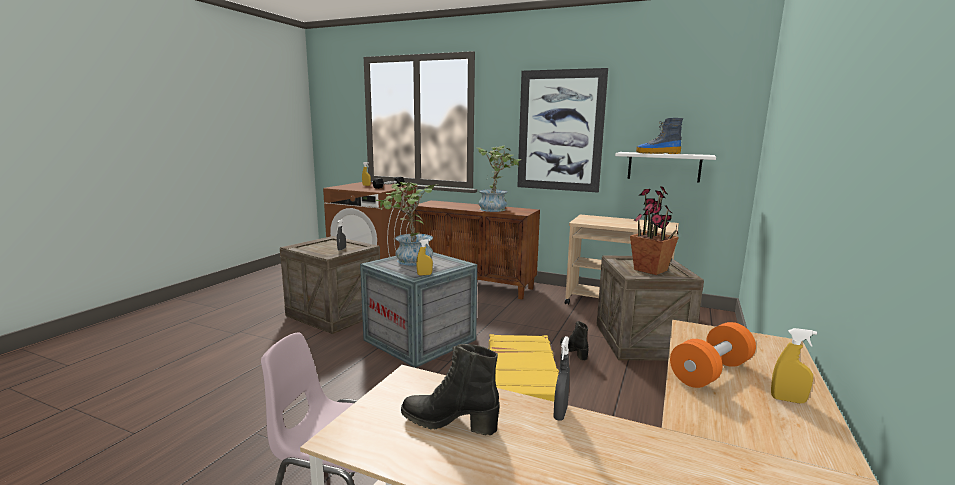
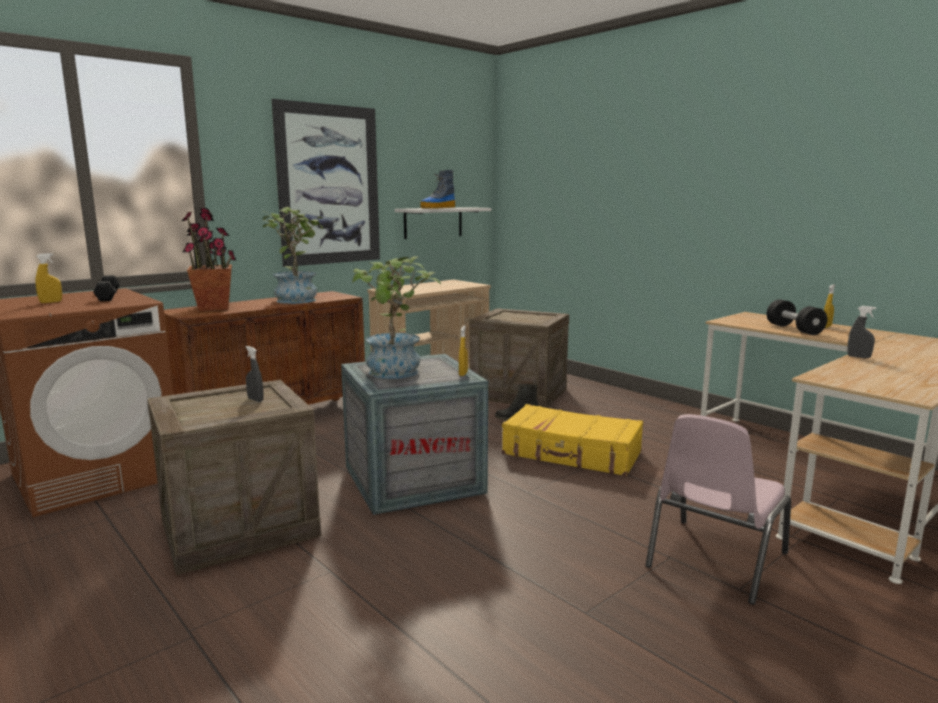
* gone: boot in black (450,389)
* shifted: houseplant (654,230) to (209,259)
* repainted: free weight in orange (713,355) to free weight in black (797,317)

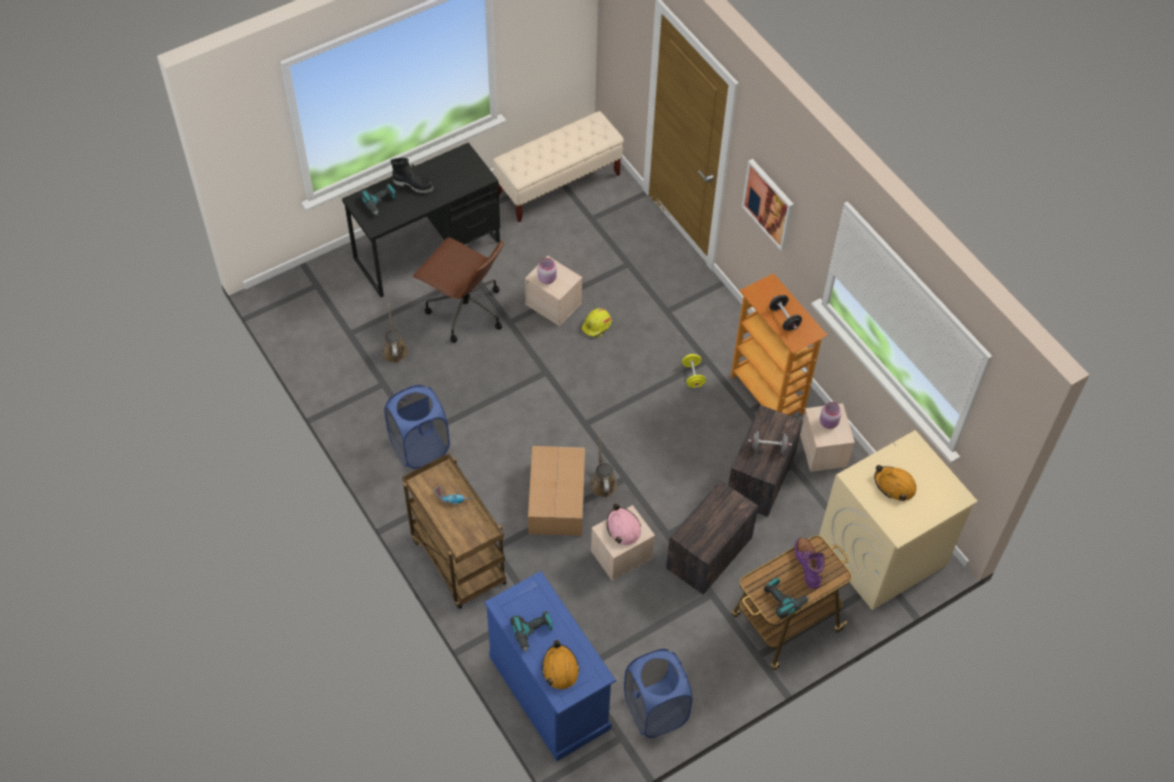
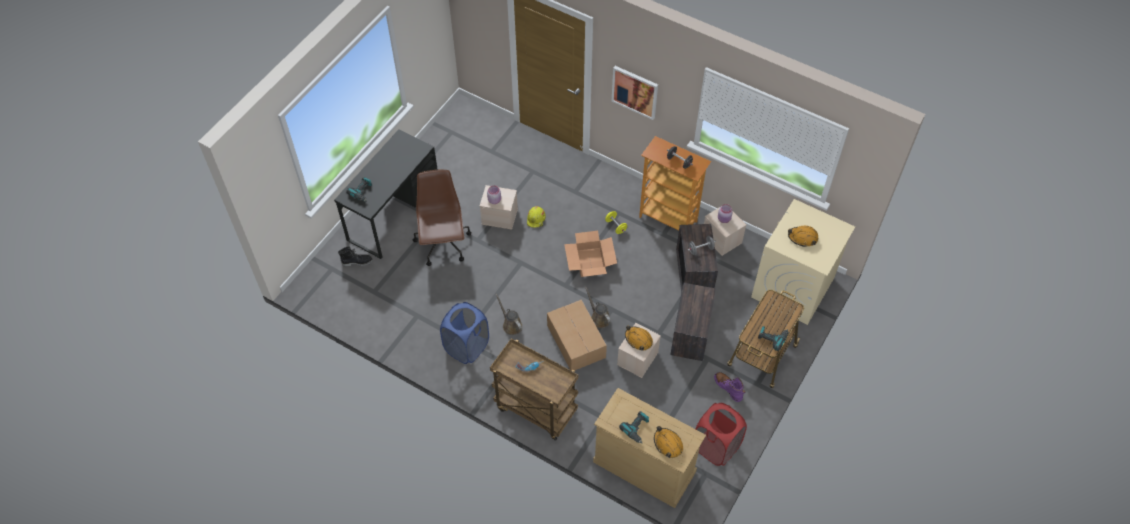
* gone: indoor bench in beige (558,166)
* new: carton (590,254)
* shifted: watering can in brown (395,333) to (508,314)
* shifted: boot in black (412,175) to (355,256)
* shifted: boot in purple-coloured (809,563) to (729,387)
* repainted: dresser in blue (550,666) to dresser in beige (649,448)
* repainted: hard hat in pinkish (624,524) to hard hat in orange (639,338)
* repainted: hamper in blue (658,693) to hamper in red-coloured (721,434)
* rotated: office chair in brown (458,290) = (442,218) 105 degrees counterclockwise

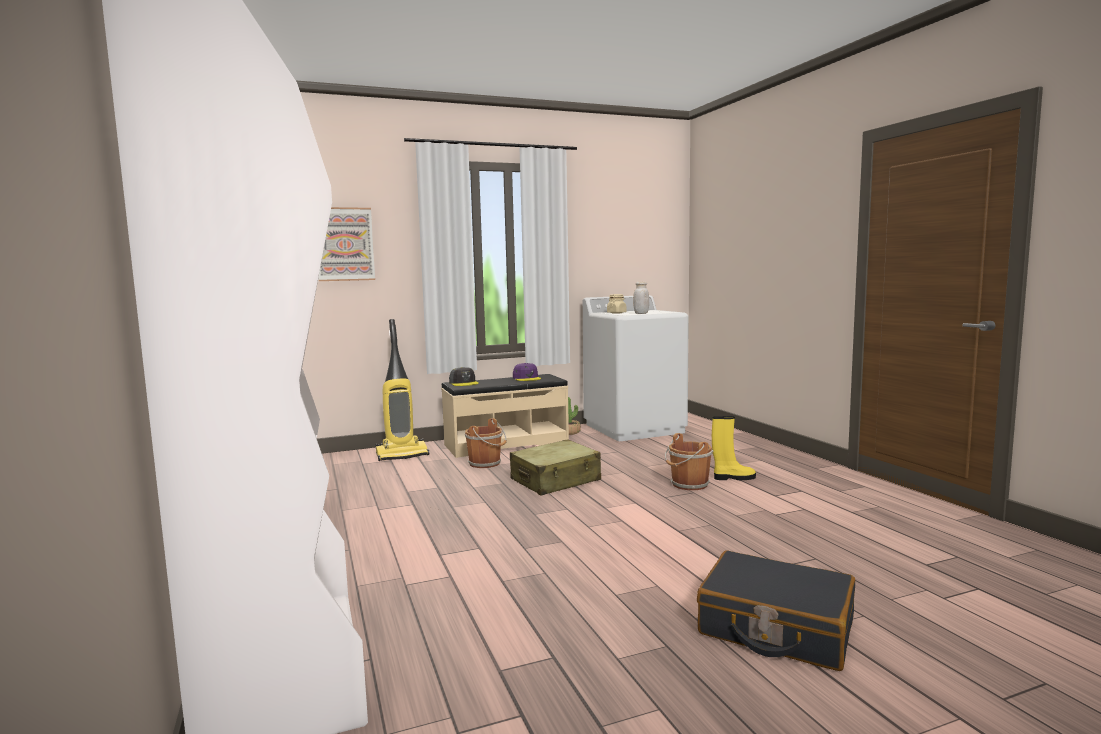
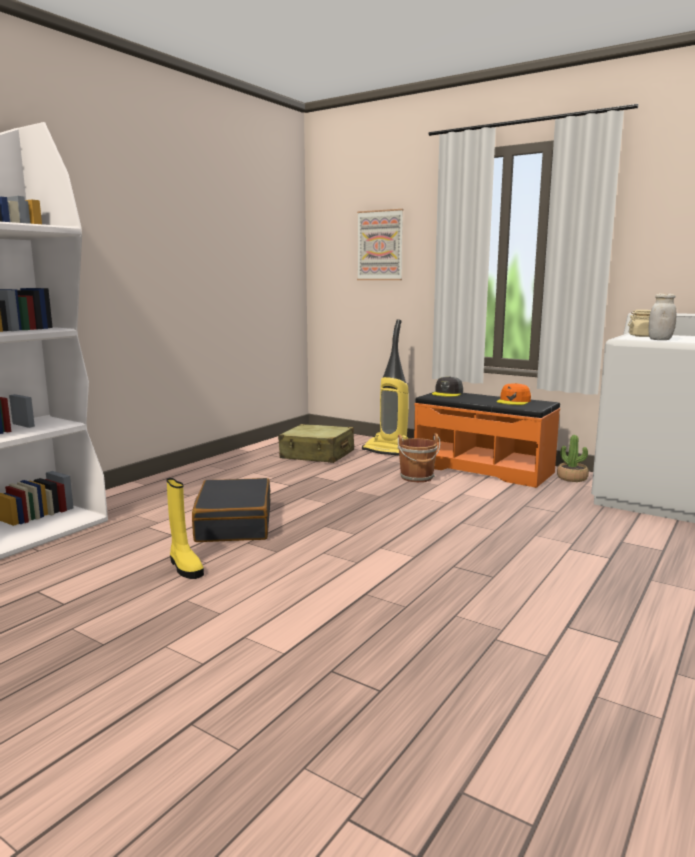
* gone: water bucket in brown (689,461)
* shifted: piece of luggage in beige (555,467) to (316,443)
* shifted: piece of luggage in black (776,610) to (231,510)
* shifted: boot in yellow-coloured (734,448) to (185,528)
* repainted: indoor bench in beige (505,416) to indoor bench in orange (487,440)
* repainted: baseball cap in purple-coloured (527,372) to baseball cap in orange (514,394)

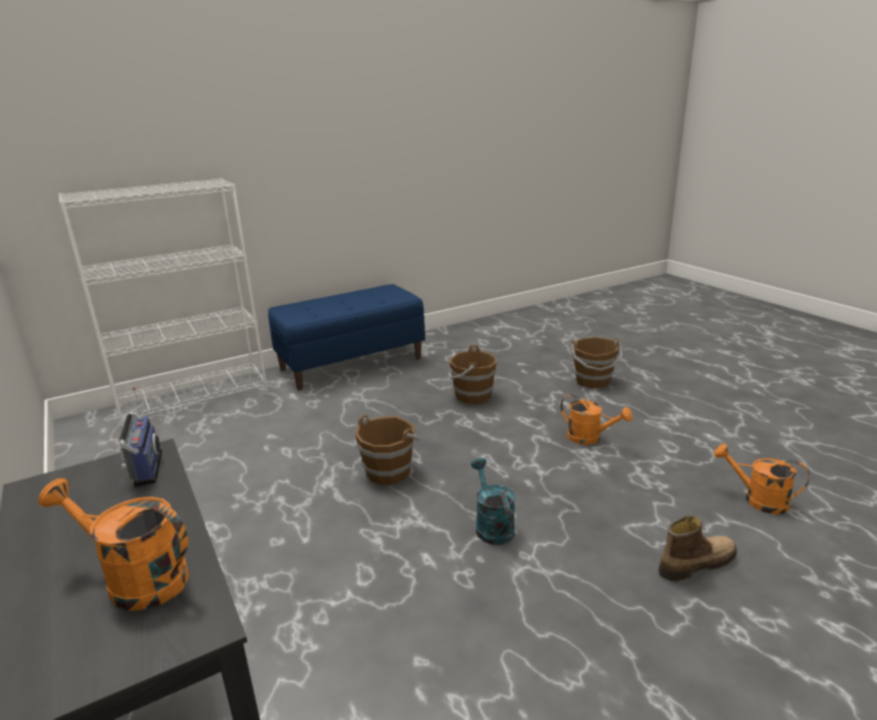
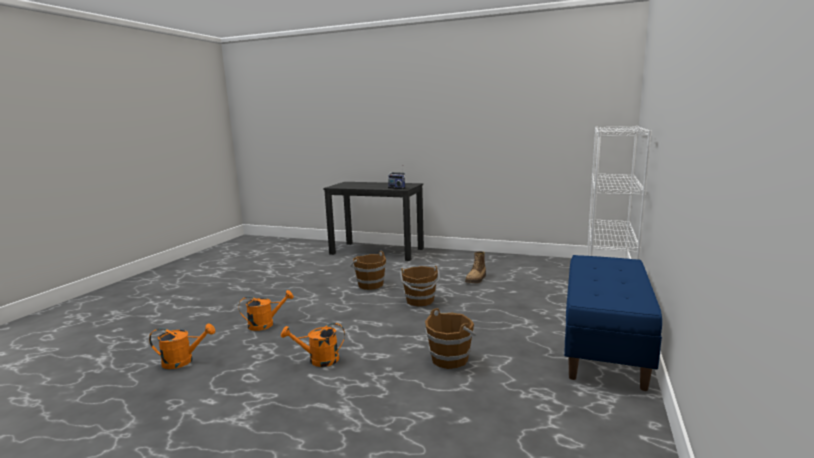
* gone: watering can in turquoise-coloured (493,501)
* shifted: watering can in orange (113,544) to (266,310)
* shifted: water bucket in brown (597,362) to (368,270)
* shifted: boot (698,548) to (475,267)

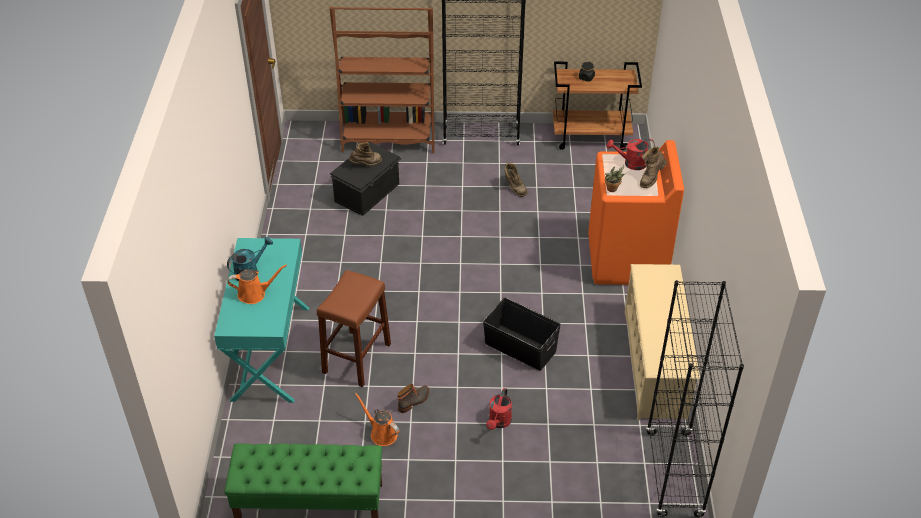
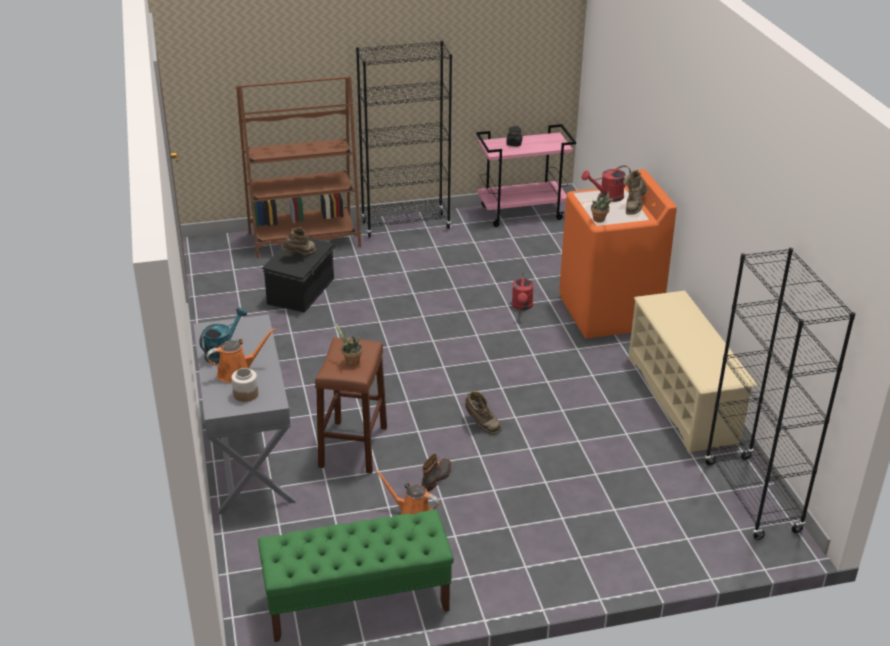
* gone: storage container in black (522,334)
* new: storage jar (244,385)
* new: houseplant (348,343)
* shifted: watering can in red-coloured (499,409) to (523,291)
* shifted: boot in brown (516,180) to (483,412)
* repainted: desk table in turquoise-coloured (261,320) to desk table in greyish (245,414)
* repainted: wheeled cart in brown (597,106) to wheeled cart in pinkish (526,175)

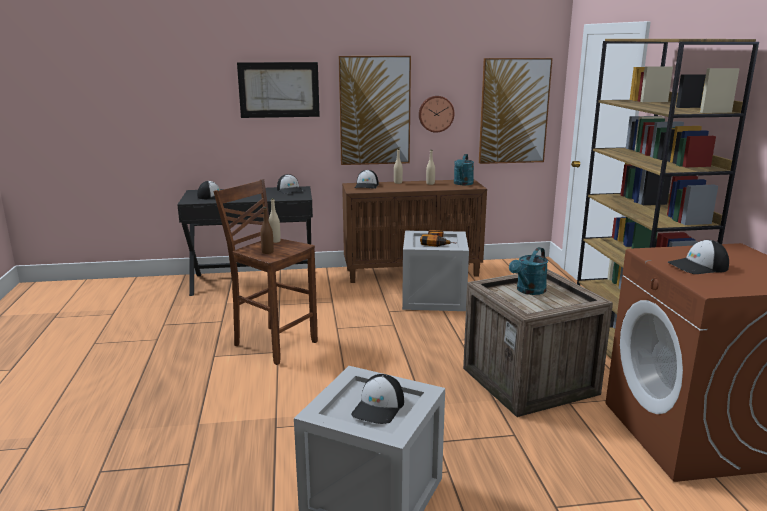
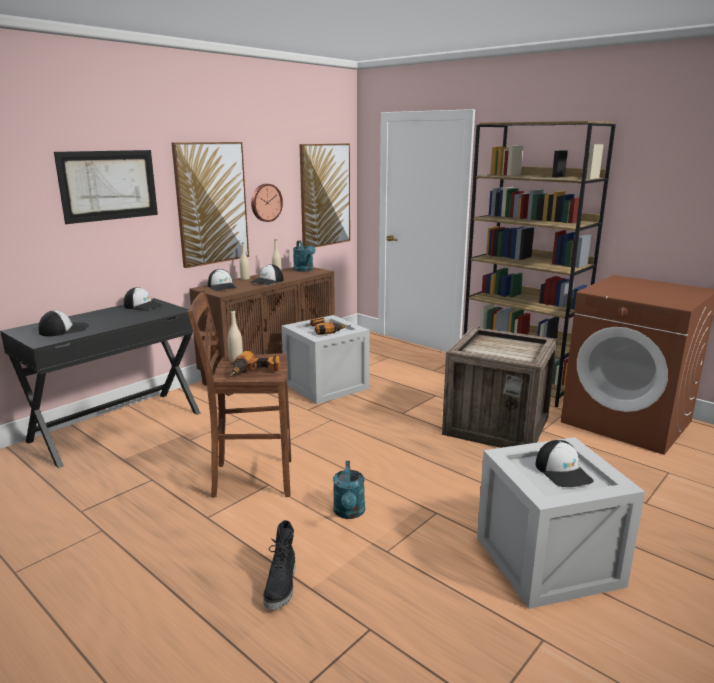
* new: boot in black (279,565)
* shifted: watering can in turquoise-coloured (528,271) to (349,490)
* shifted: baseball cap (698,257) to (267,274)
* swapped: beverage bottle in brown (267,230) to power drill (255,363)

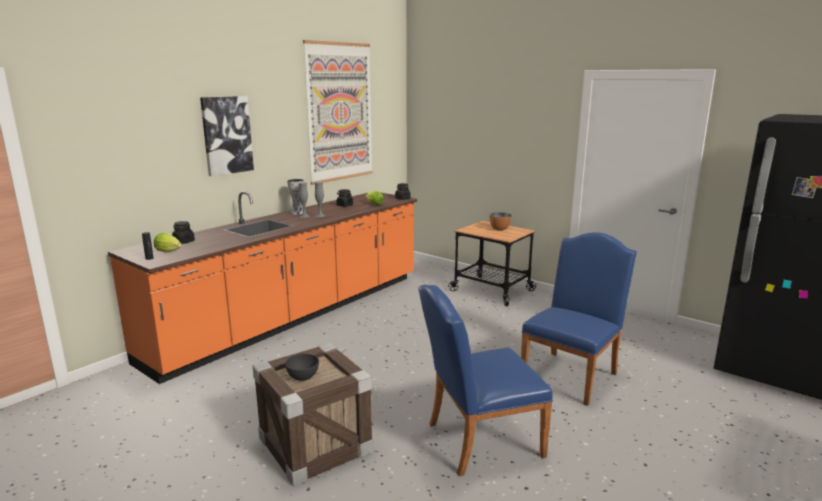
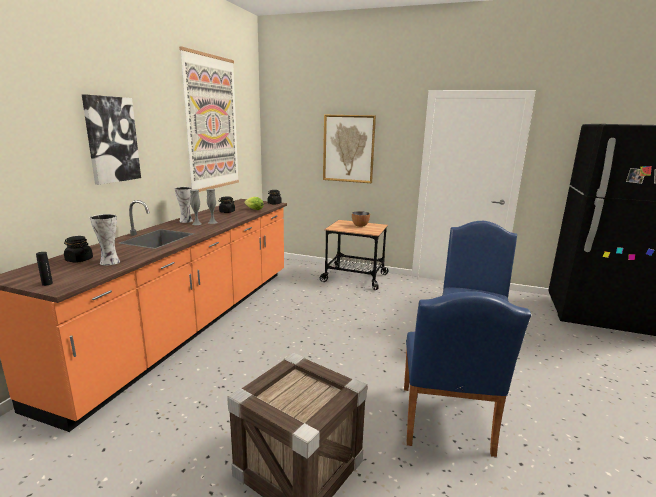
* gone: lettuce (168,243)
* gone: deep dish in greyish (302,367)
* new: decorative vase (105,240)
* new: wall picture (349,149)
* rotated: plain chair in blue (485,380) = (467,374) 45 degrees counterclockwise

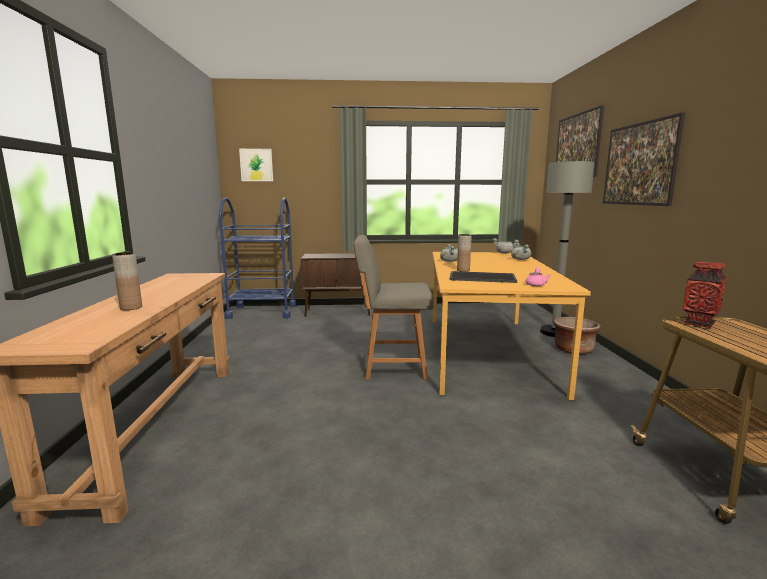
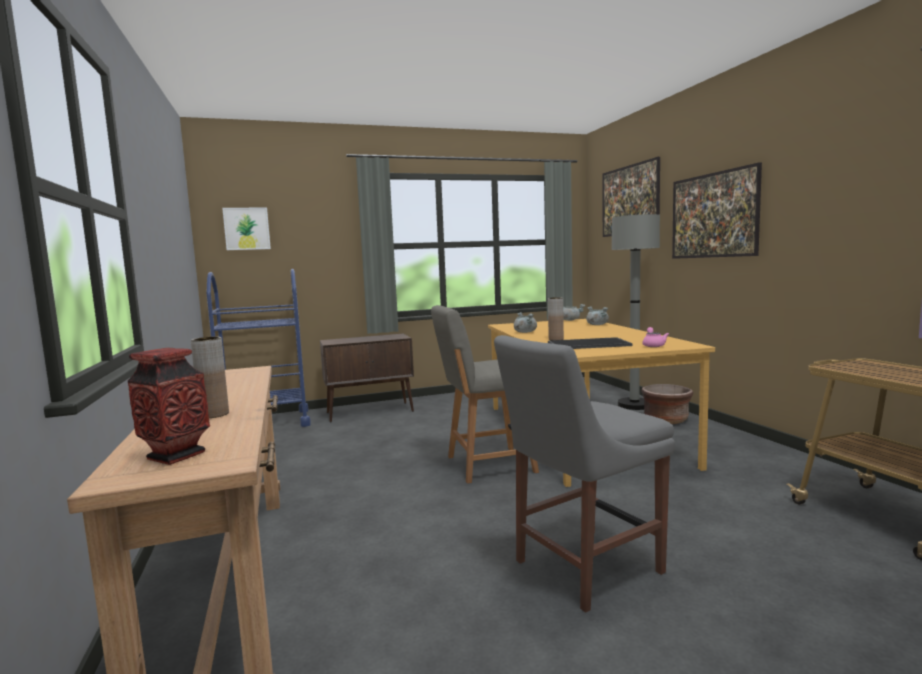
* new: plain chair in greyish (584,474)
* shifted: decorative vase (705,294) to (169,406)

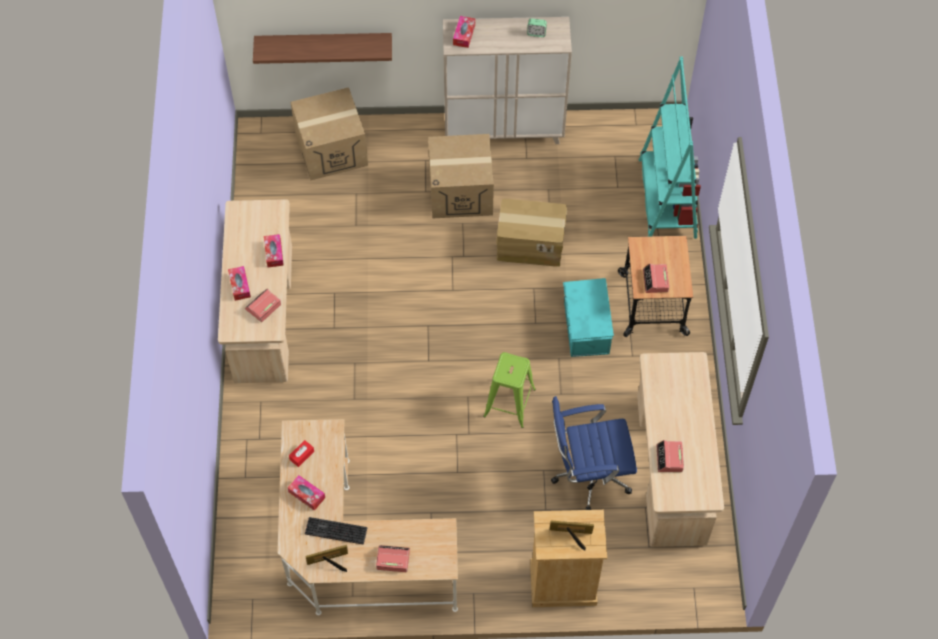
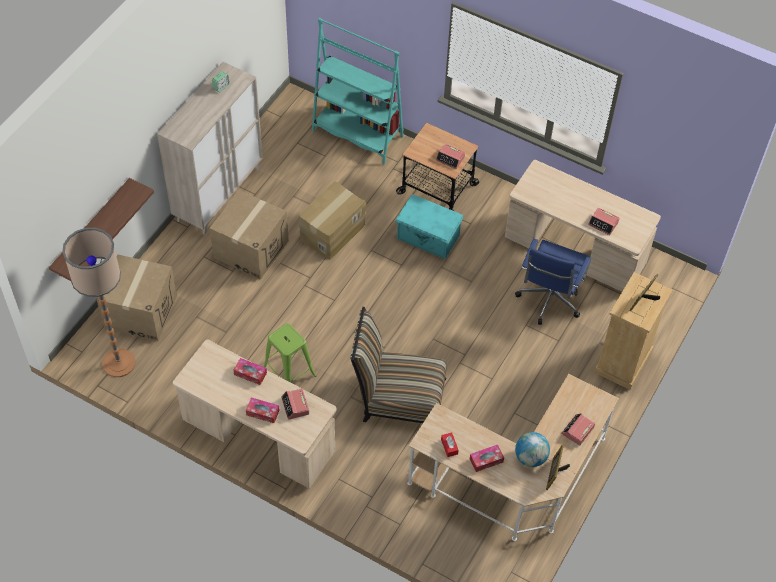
* gone: tissue box (464,32)
* new: standard lamp (98,302)
* new: plain chair (398,365)
* shifted: stool in green-coloured (509,390) to (290,352)
* swapped: PC keyboard (336,531) to desk globe (532,449)

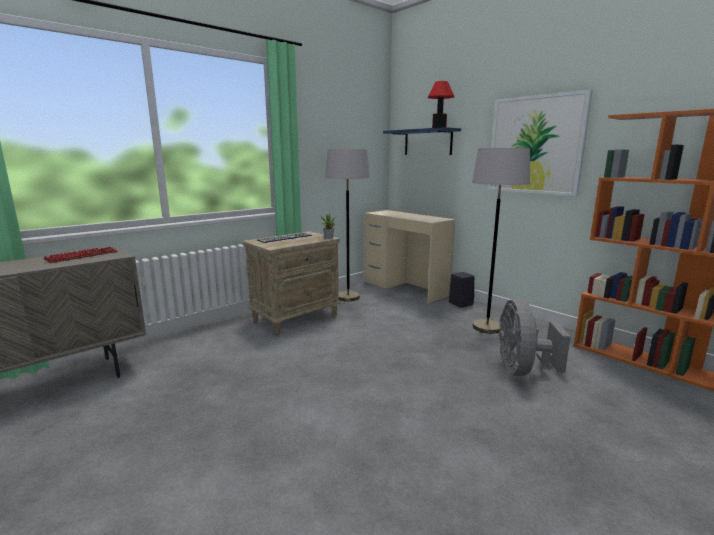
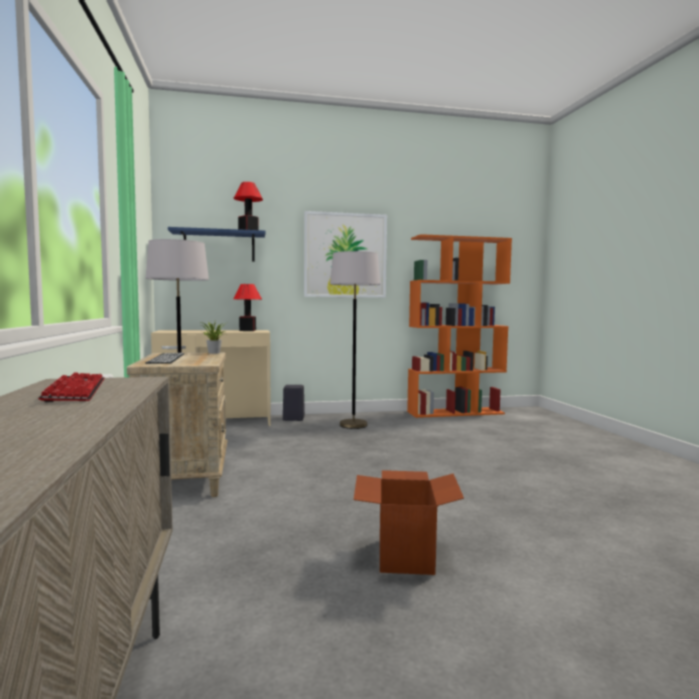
* gone: fan in greyish (534,337)
* new: lamp for a table (247,307)
* new: carton (409,522)

